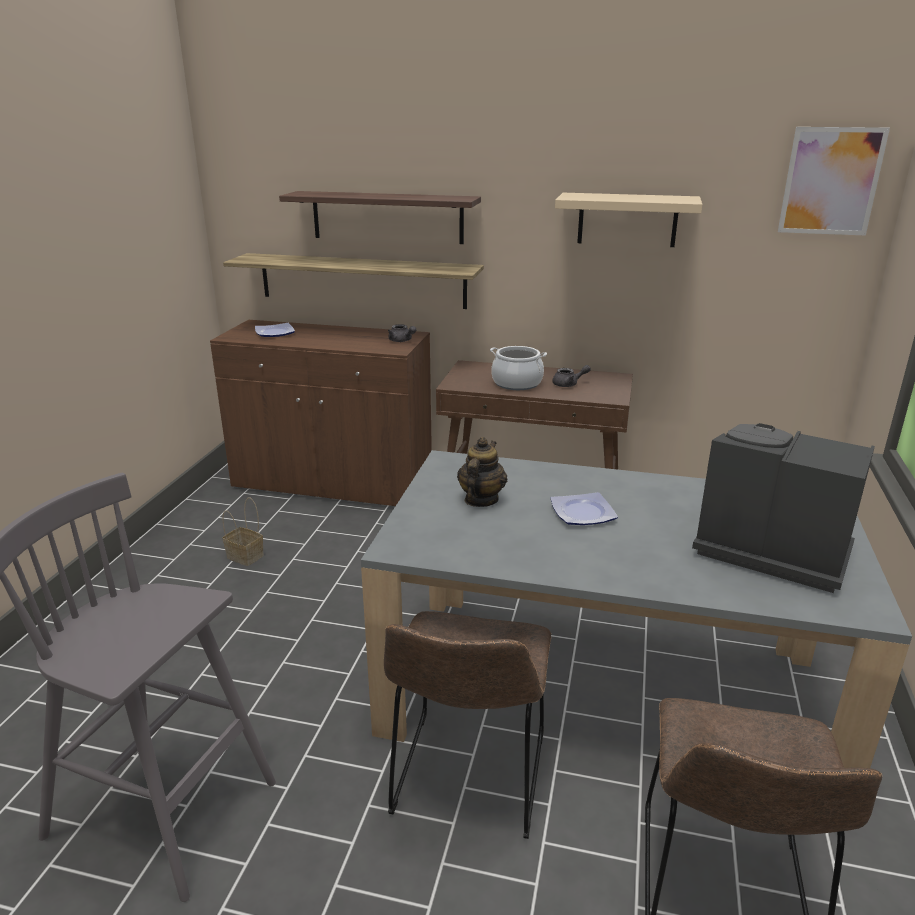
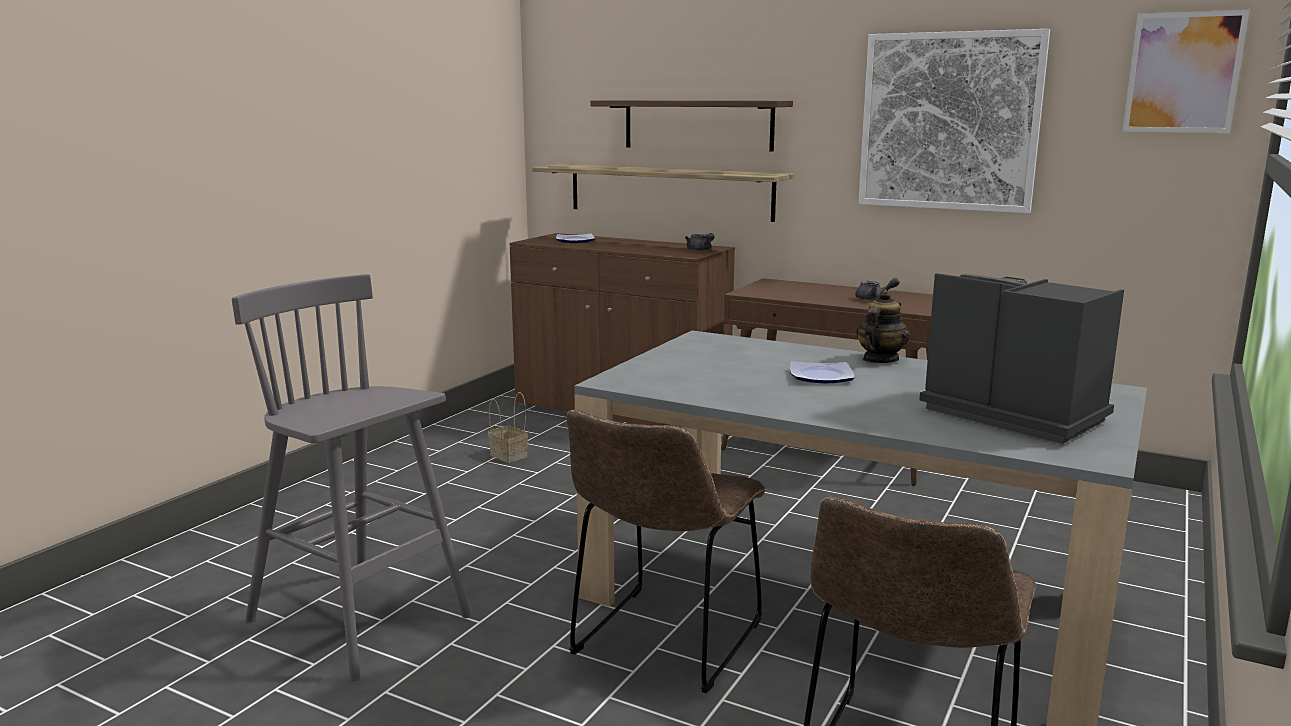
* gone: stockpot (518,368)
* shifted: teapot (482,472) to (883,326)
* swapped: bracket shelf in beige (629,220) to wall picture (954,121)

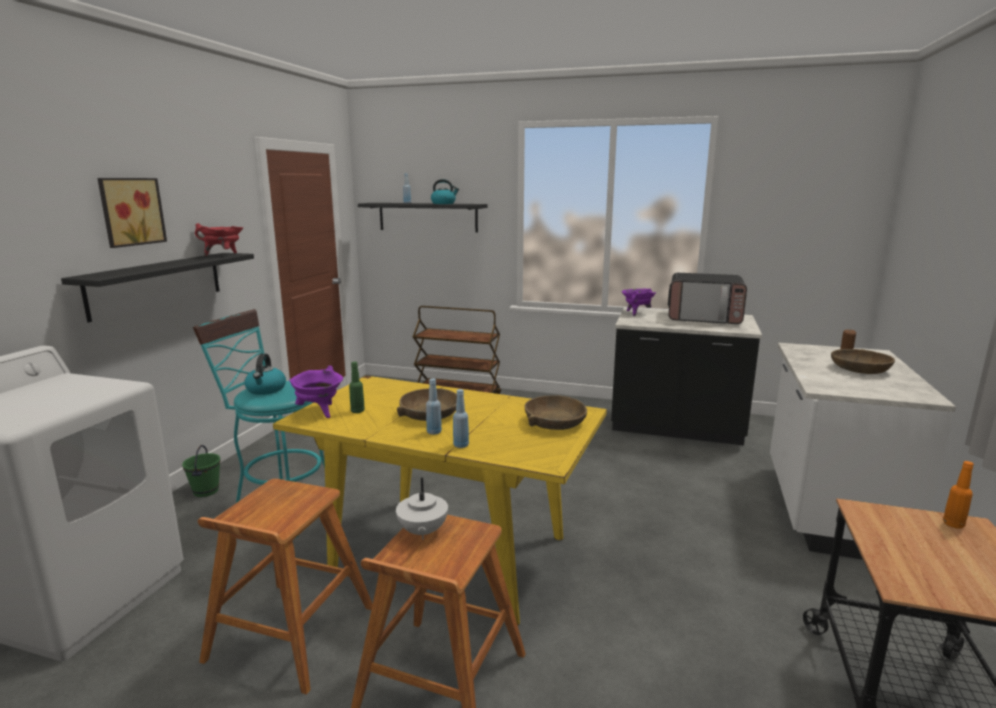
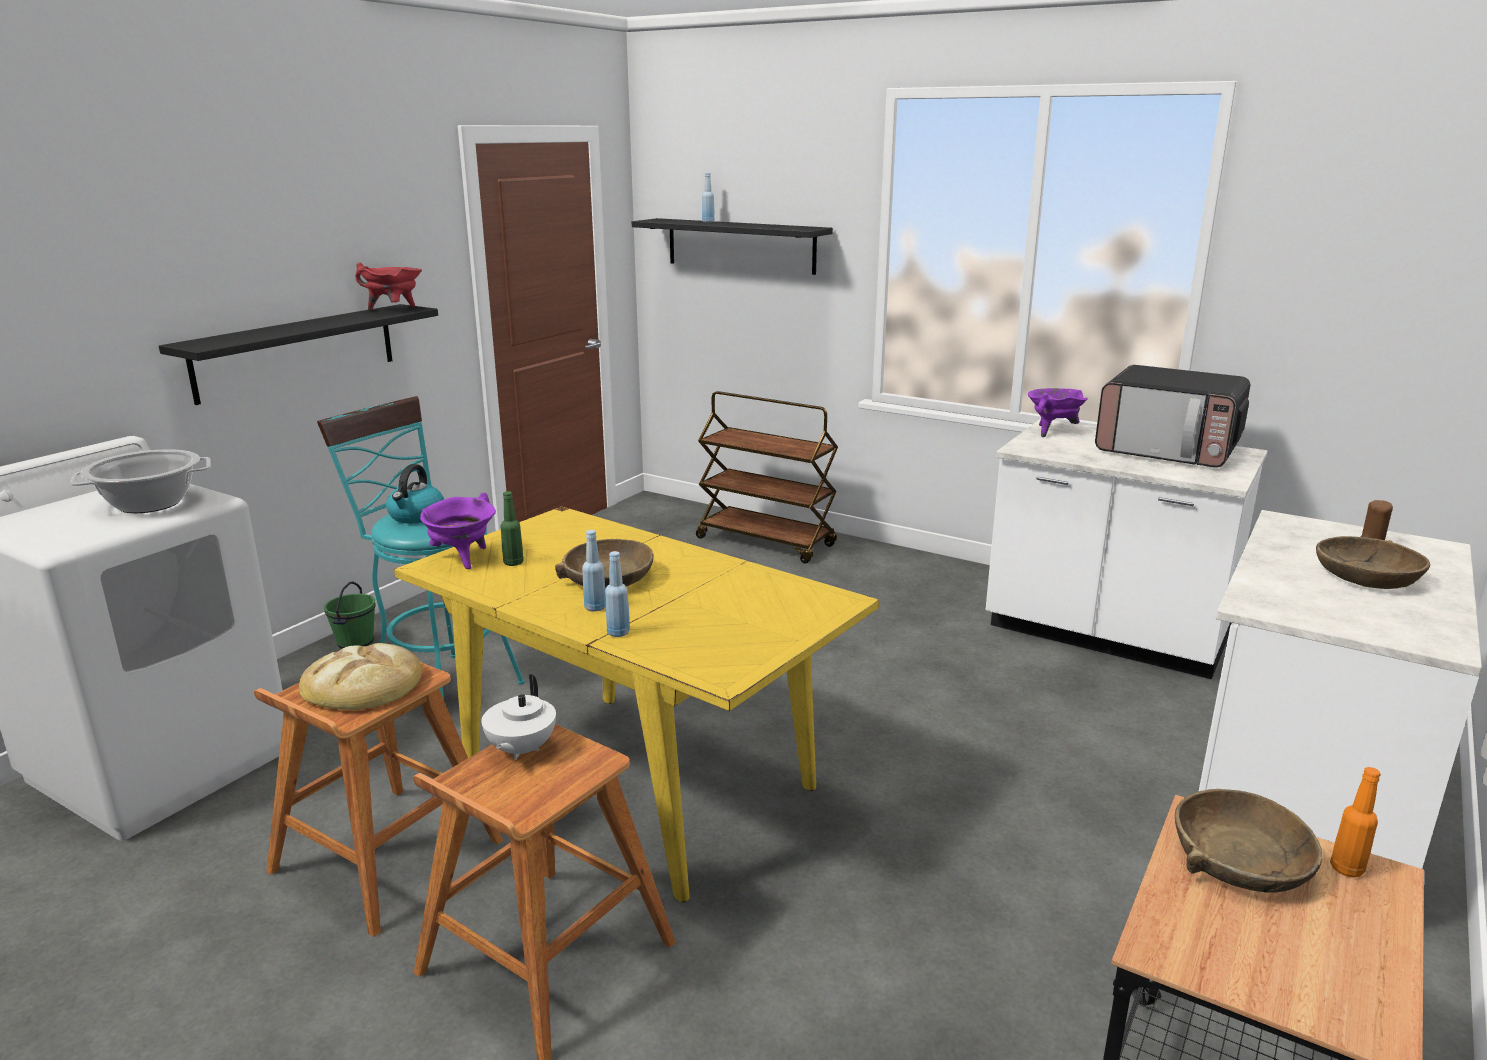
* gone: wall picture (132,213)
* gone: water kettle (445,191)
* new: stockpot (140,481)
* new: baked bread (360,676)
* shifted: deep dish in brown (556,412) to (1248,840)
* repainted: kitchen counter in black (686,376) to kitchen counter in white (1127,549)

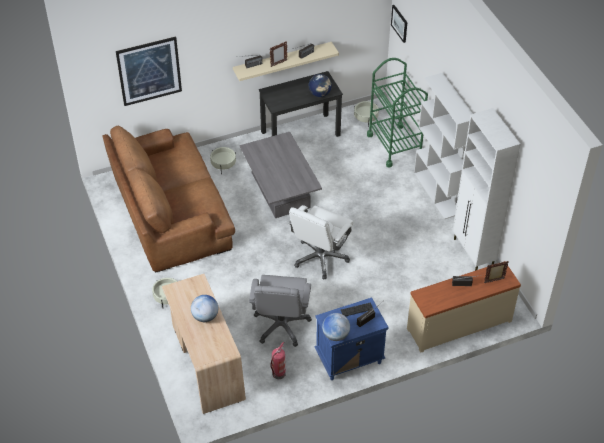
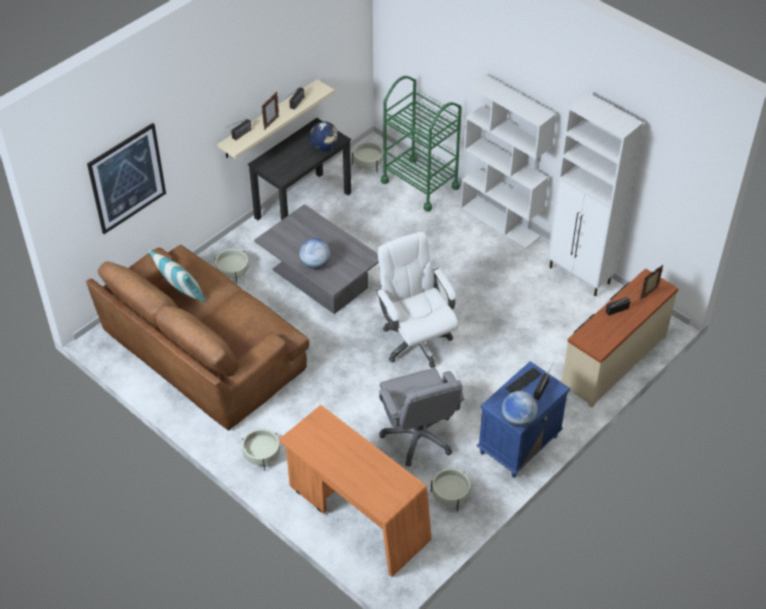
* gone: wall picture (399,24)
* new: throw pillow (177,276)
* shifted: desk globe (204,308) to (314,253)
* swapped: fire-fighting cylinder (278,360) to flower pot in beige (451,489)
* repainted: desk table in beige (204,344) to desk table in orange (355,491)
* rotated: office chair in white (321,242) = (417,300) 150 degrees clockwise

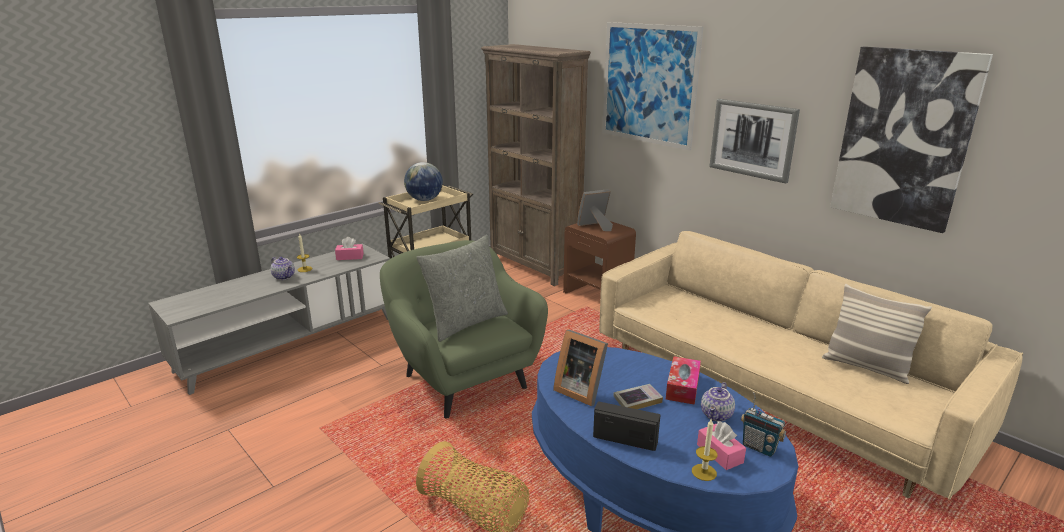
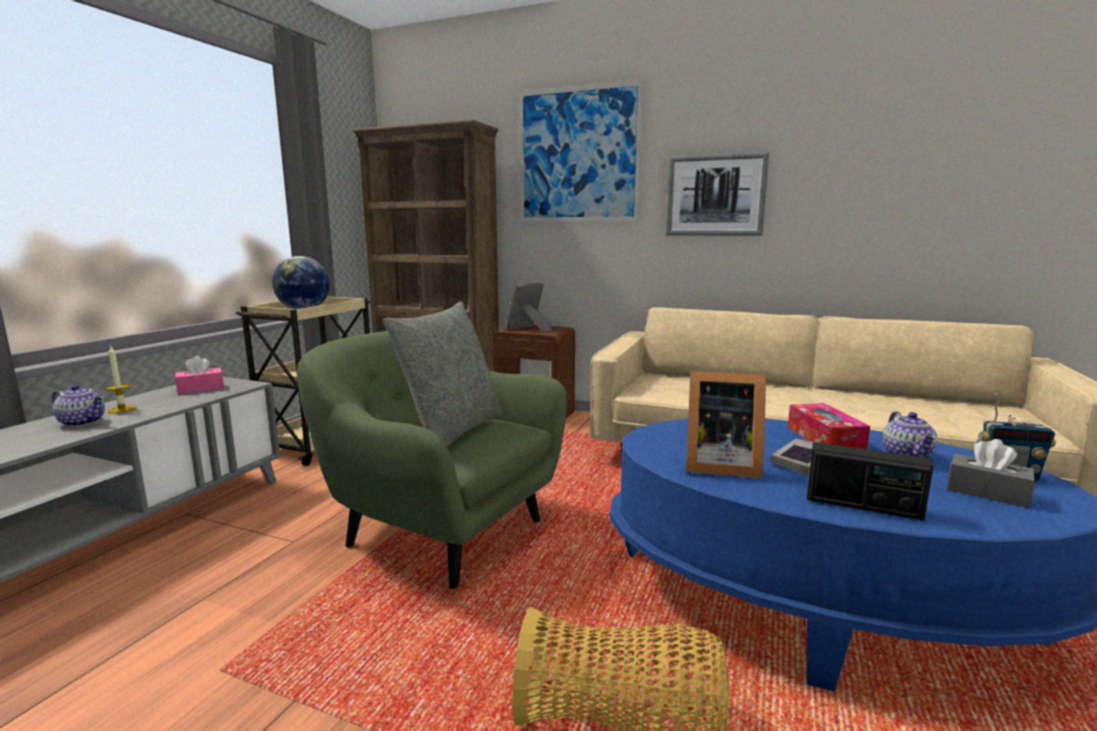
* gone: candle (705,449)
* gone: throw pillow (877,334)
* gone: wall picture (911,139)
* repainted: tissue box in pinkish (721,445) to tissue box in greyish (991,473)
* rotated: radio set (626,426) = (870,481) 150 degrees counterclockwise

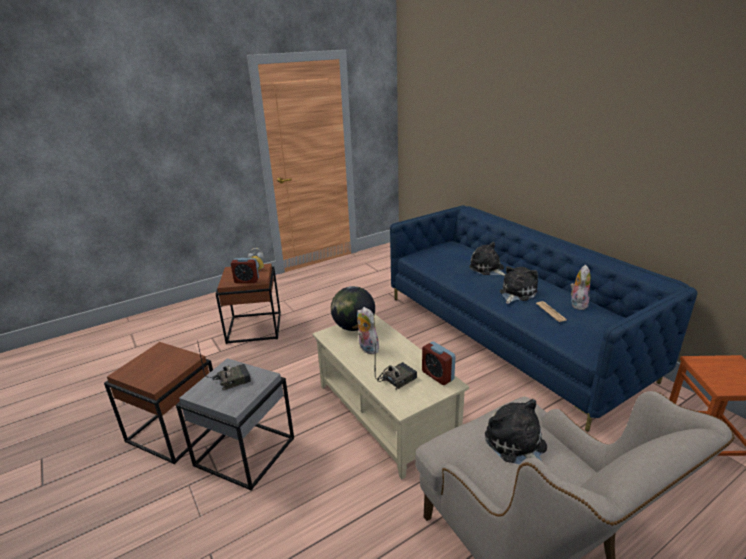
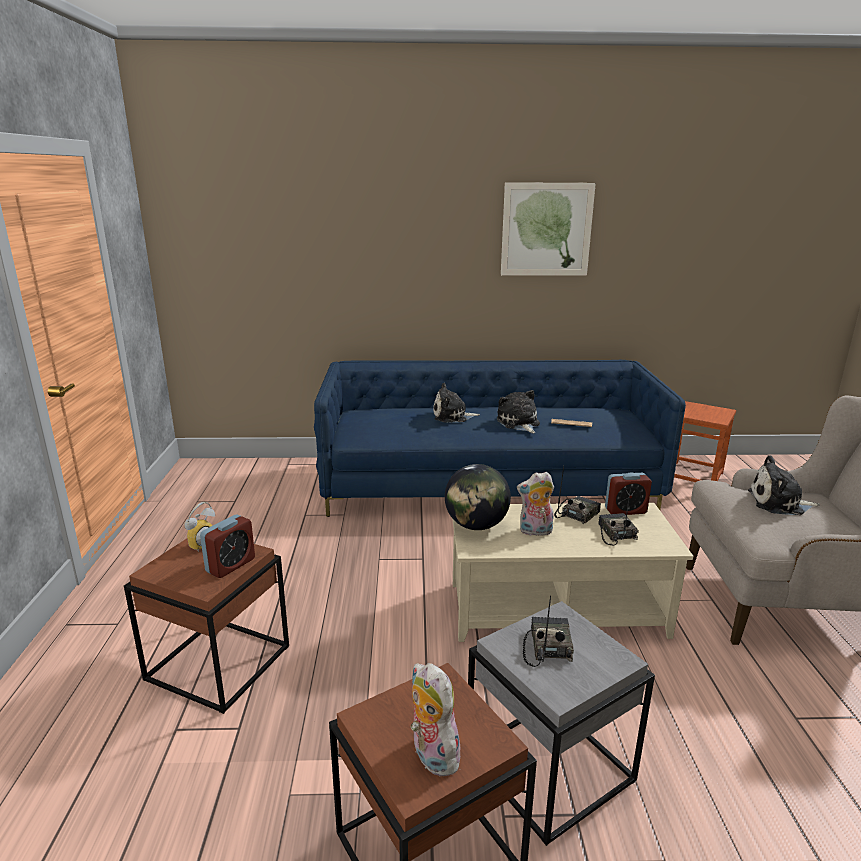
* new: wall picture (548,229)
* new: radio set (577,495)
* shifted: cuddly toy (580,288) to (438,719)

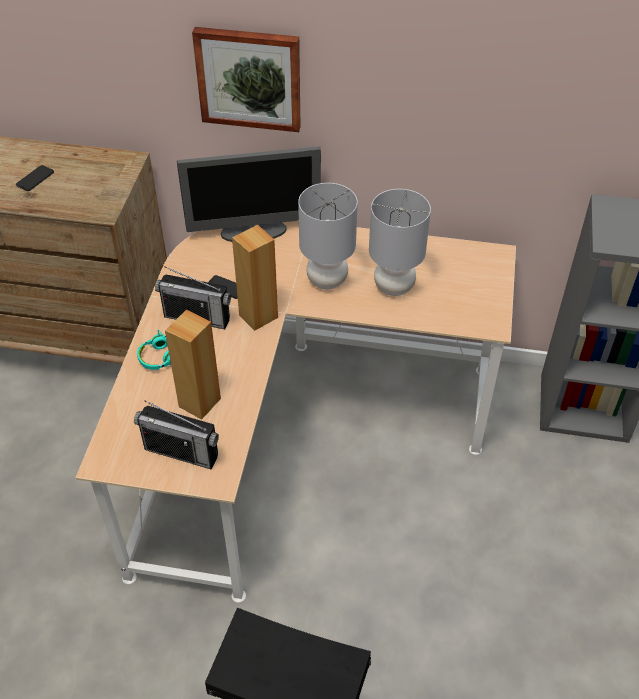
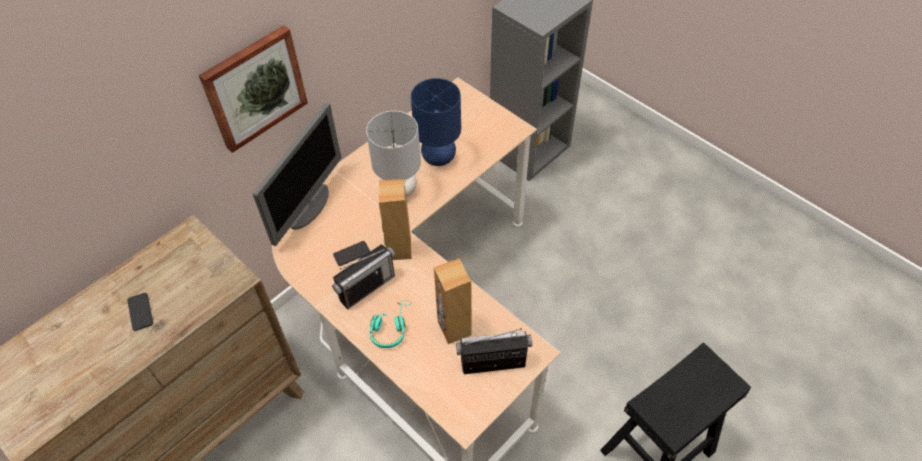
* repainted: lamp for a table in greyish (400,242) to lamp for a table in blue (436,122)
* rotated: radio set (176,435) = (494,351) 150 degrees counterclockwise

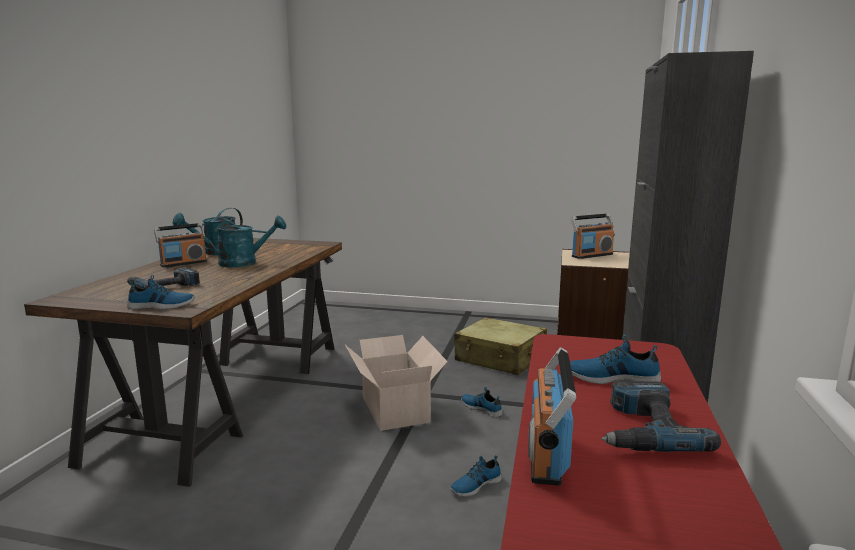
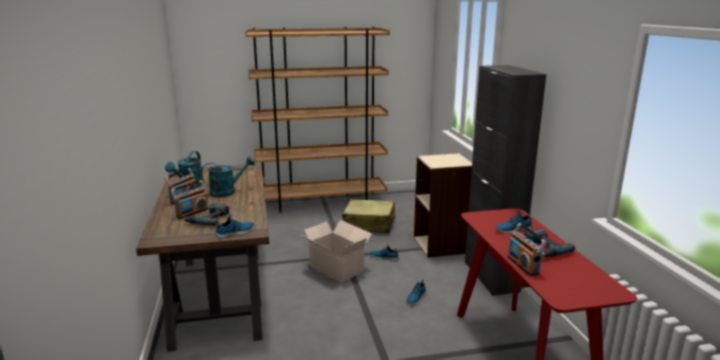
* new: shelving unit in brown (318,119)
* shifted: radio set (592,236) to (189,199)

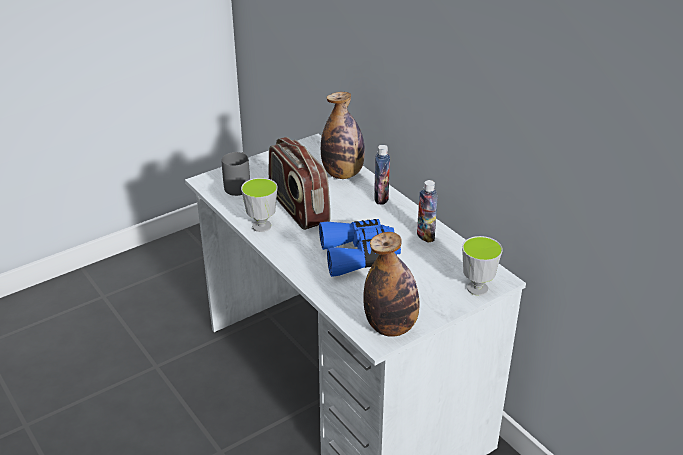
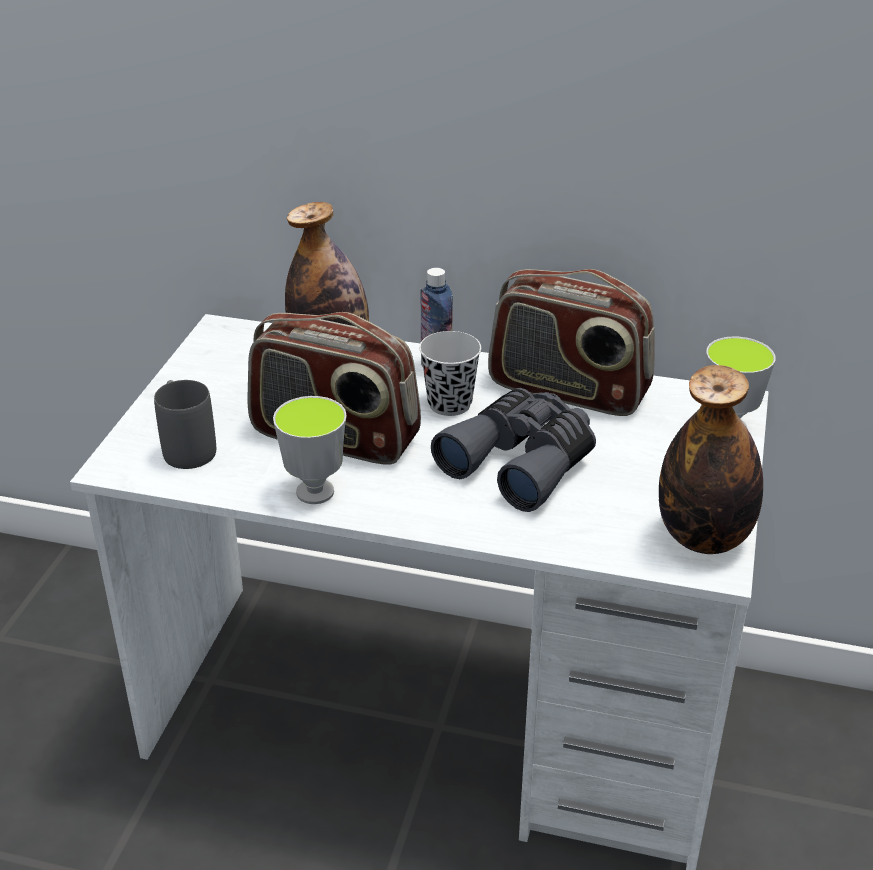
* new: cup in black (450,373)
* swapped: beverage bottle (427,211) to radio set (571,342)
* repainted: binoculars in blue (360,248) to binoculars in greyish (513,450)

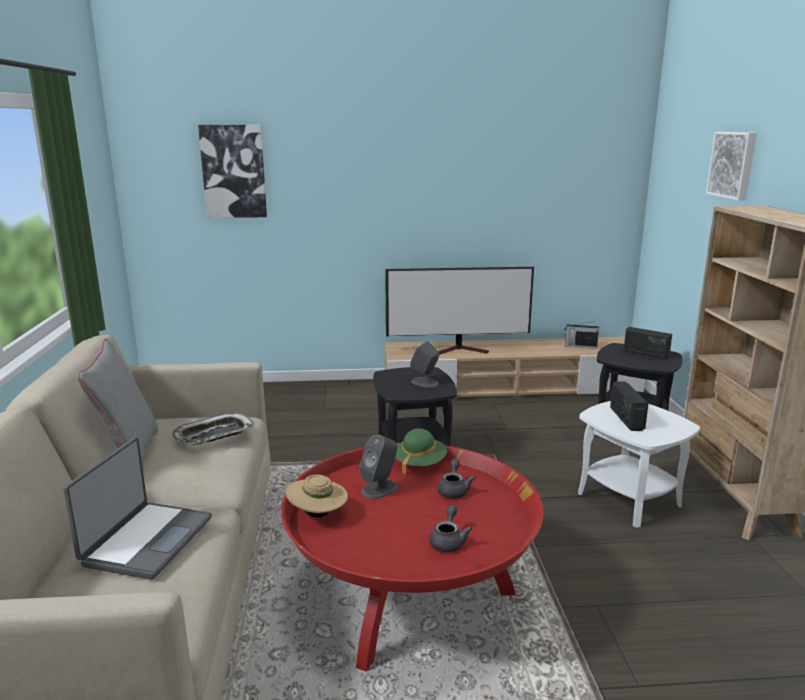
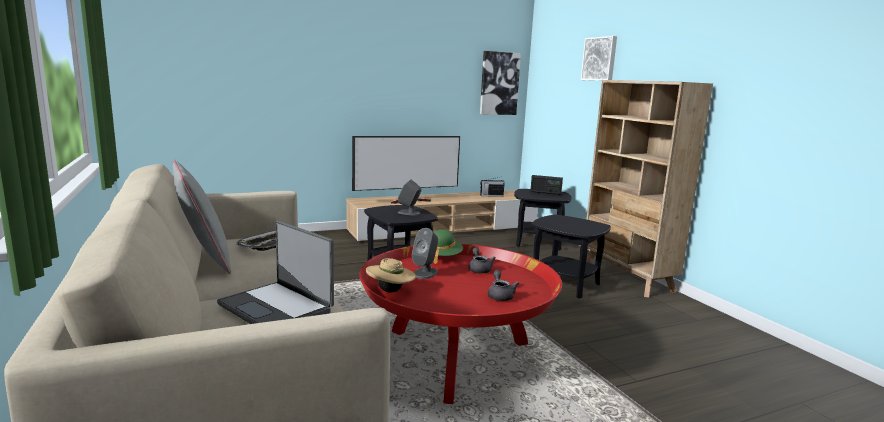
* gone: radio set (629,406)
* shifted: wall picture (232,171) to (500,83)
* repainted: end table in white (639,464) to end table in black (571,257)
* rotated: portable computer (137,508) = (275,272) 135 degrees clockwise

